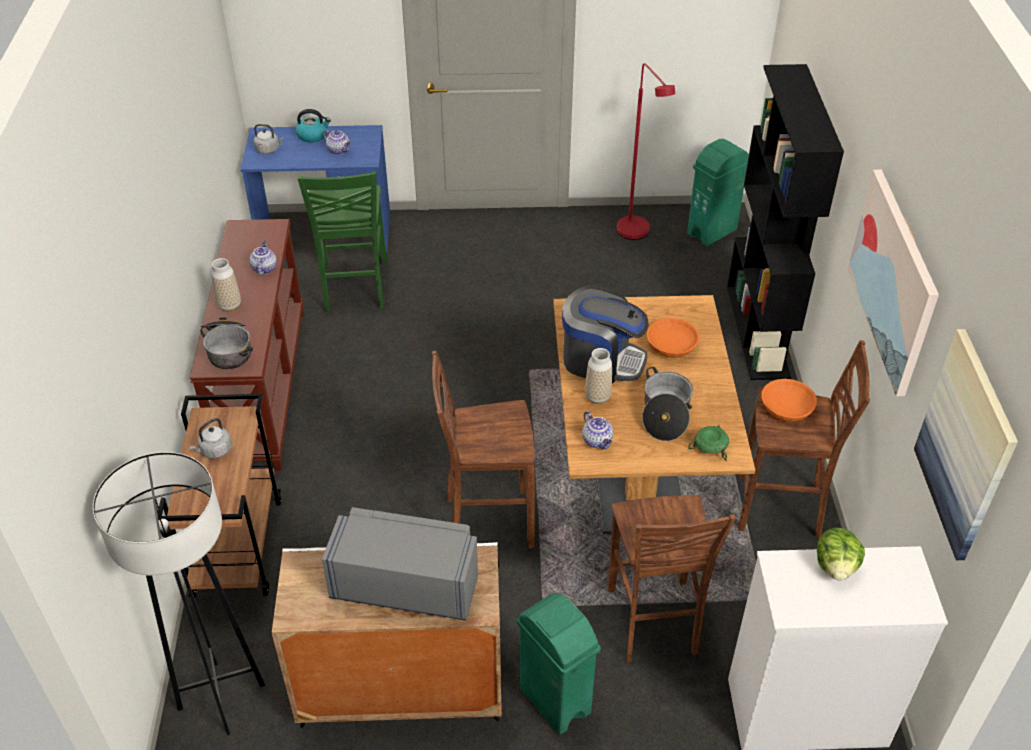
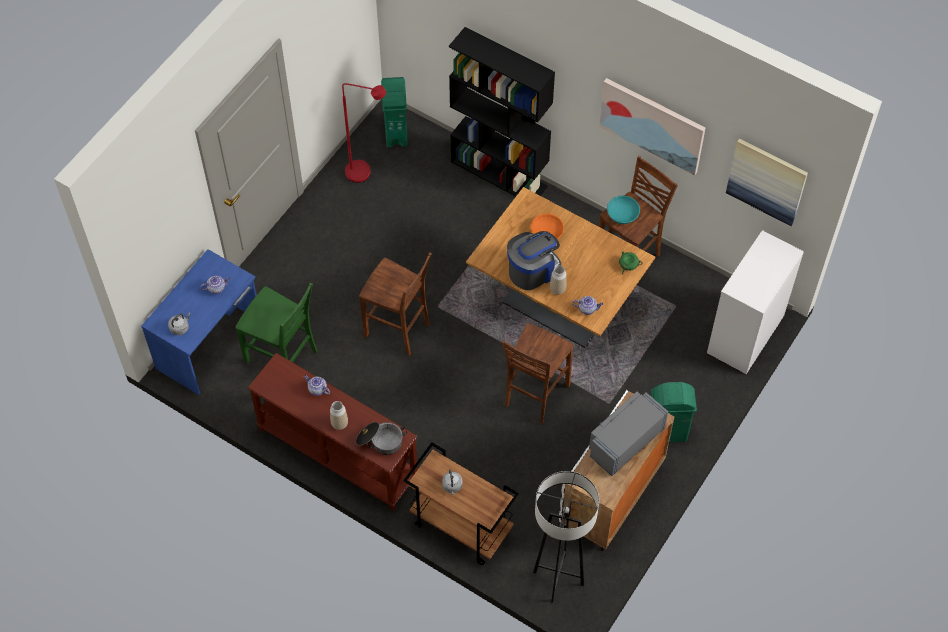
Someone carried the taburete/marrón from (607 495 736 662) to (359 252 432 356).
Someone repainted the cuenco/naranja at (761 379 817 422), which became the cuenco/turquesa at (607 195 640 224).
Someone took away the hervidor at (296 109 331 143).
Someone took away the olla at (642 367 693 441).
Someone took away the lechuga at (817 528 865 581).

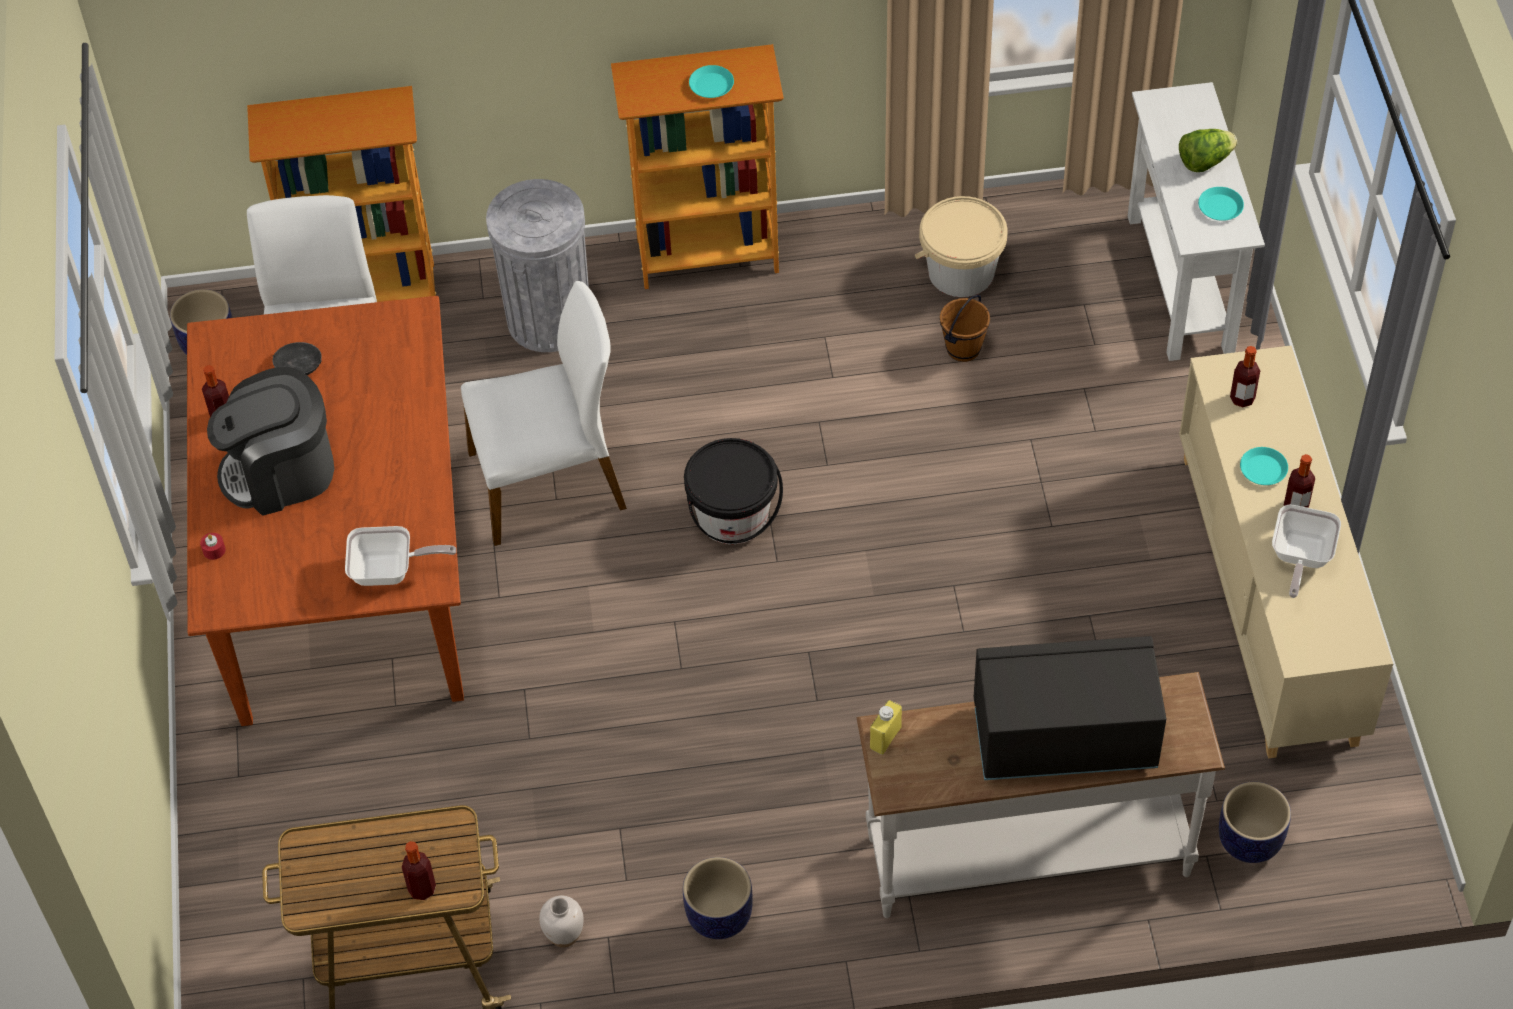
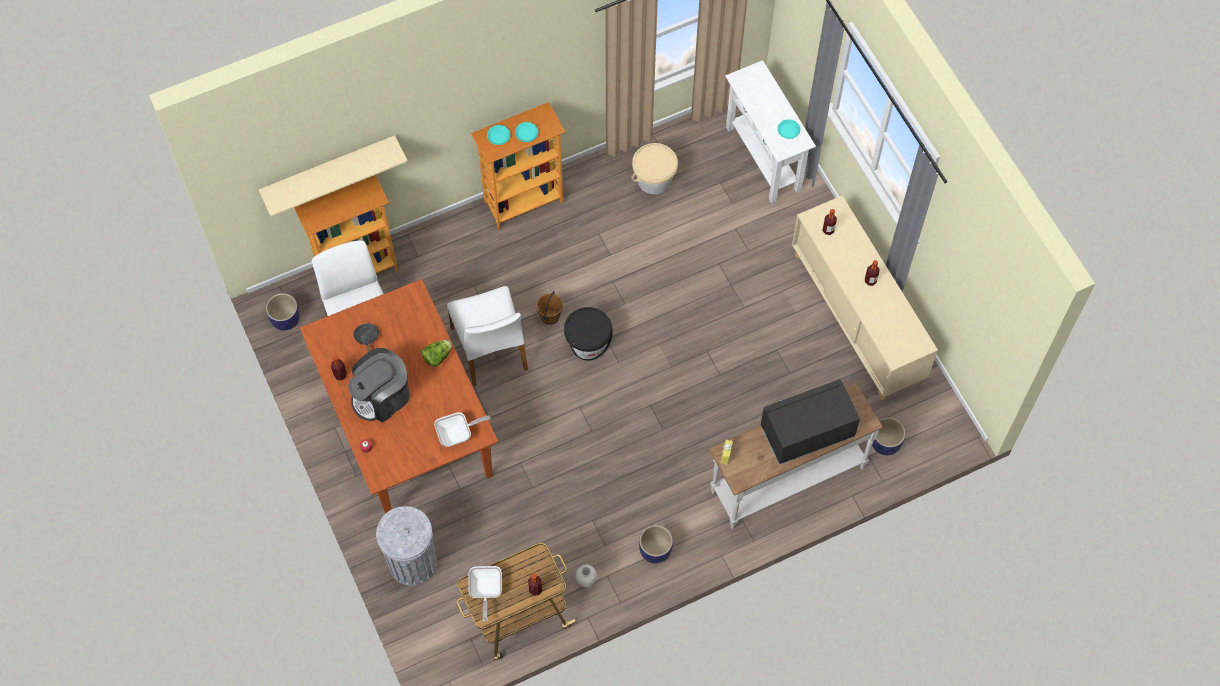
Someone put up the estante/beis at (259 135 408 217).
Someone carried the papelera/gris from (486 179 589 352) to (376 506 437 586).
Someone carried the lechuga from (1179 129 1237 172) to (421 340 452 367).
Someone rotated the silla/blanco at (461 281 627 546) by 105 degrees clockwise.
Someone carried the sartén from (1272 505 1341 598) to (469 566 502 622).
Someone carried the plato/turquesa from (1240 447 1288 485) to (487 125 510 145).
Someone carried the cubo/marrón from (940 295 990 362) to (536 291 563 325).

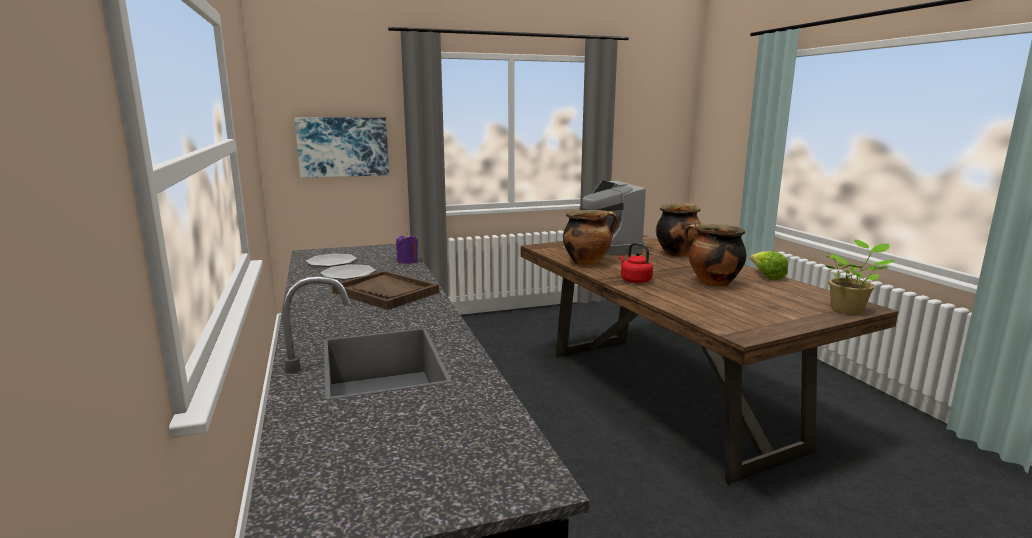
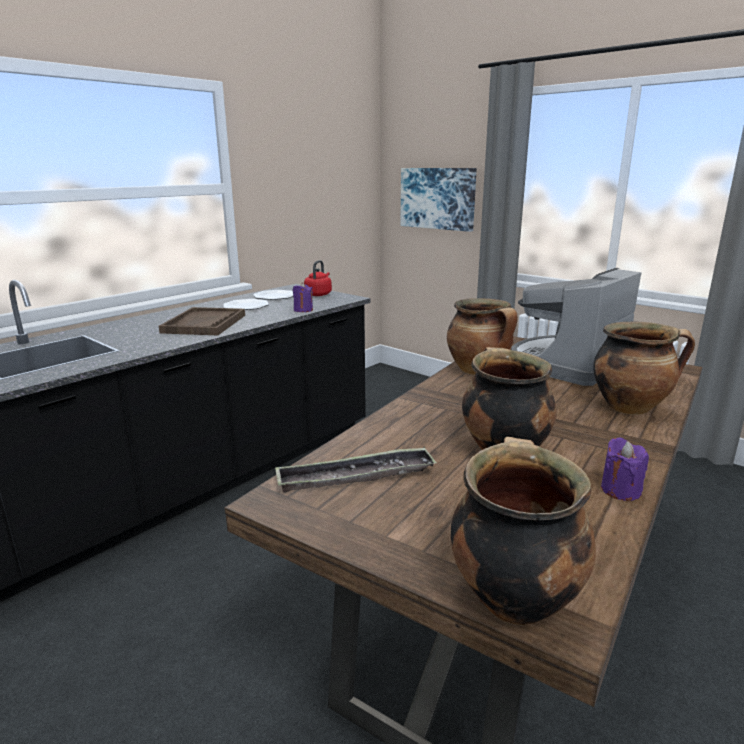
Someone put down the bandeja at (275 447 437 493).
Someone carried the hervidor/rojo from (619 243 653 283) to (304 260 332 296).
Someone swapped the planta en maceta at (824 239 895 315) for the olla at (451 437 596 625).
Someone swapped the lechuga at (750 251 788 280) for the vela/morado at (601 437 649 501).

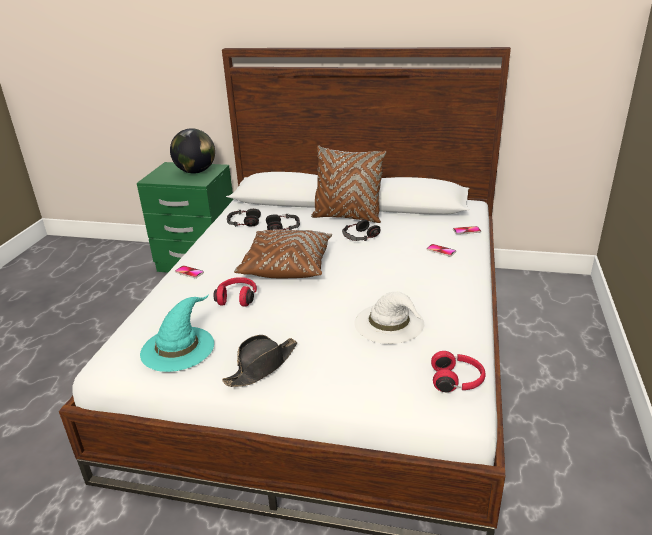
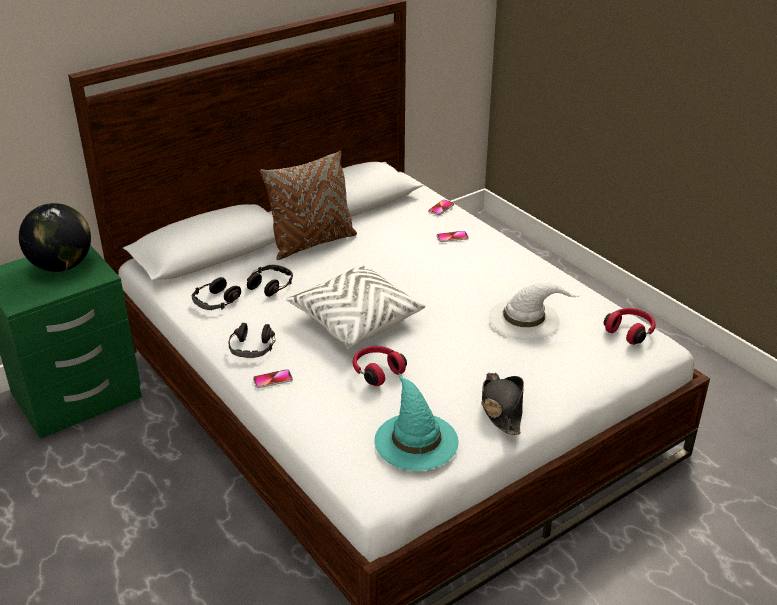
Someone carried the auriculares from (342 219 381 241) to (228 323 275 358).
Someone repainted the cojín/marrón at (234 229 332 278), which became the cojín/blanco at (286 265 425 348).

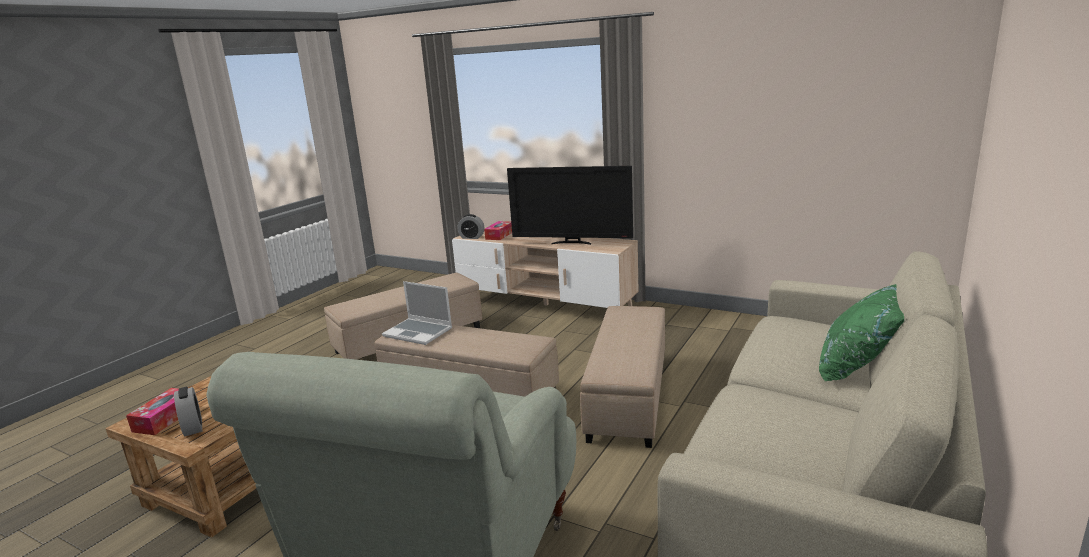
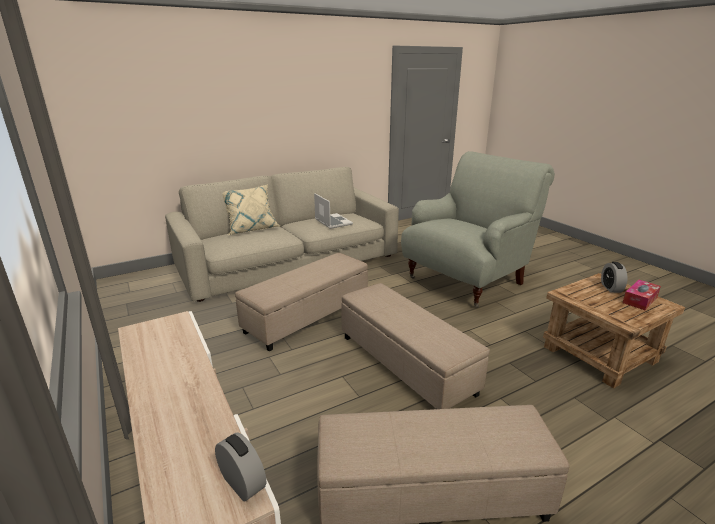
Someone repainted the cojín/verde at (819 284 905 382), which became the cojín/beis at (223 184 280 235).
Someone carried the portátil from (382 281 452 345) to (314 193 353 229).
Someone took away the caja de pañuelos at (484 221 512 240).
Someone took away the televisor at (507 166 633 245).

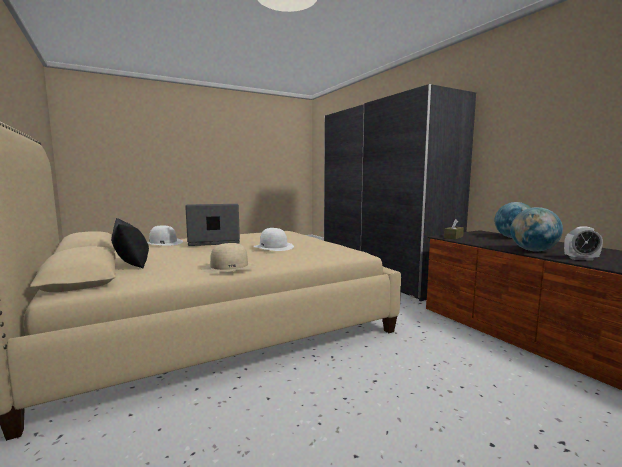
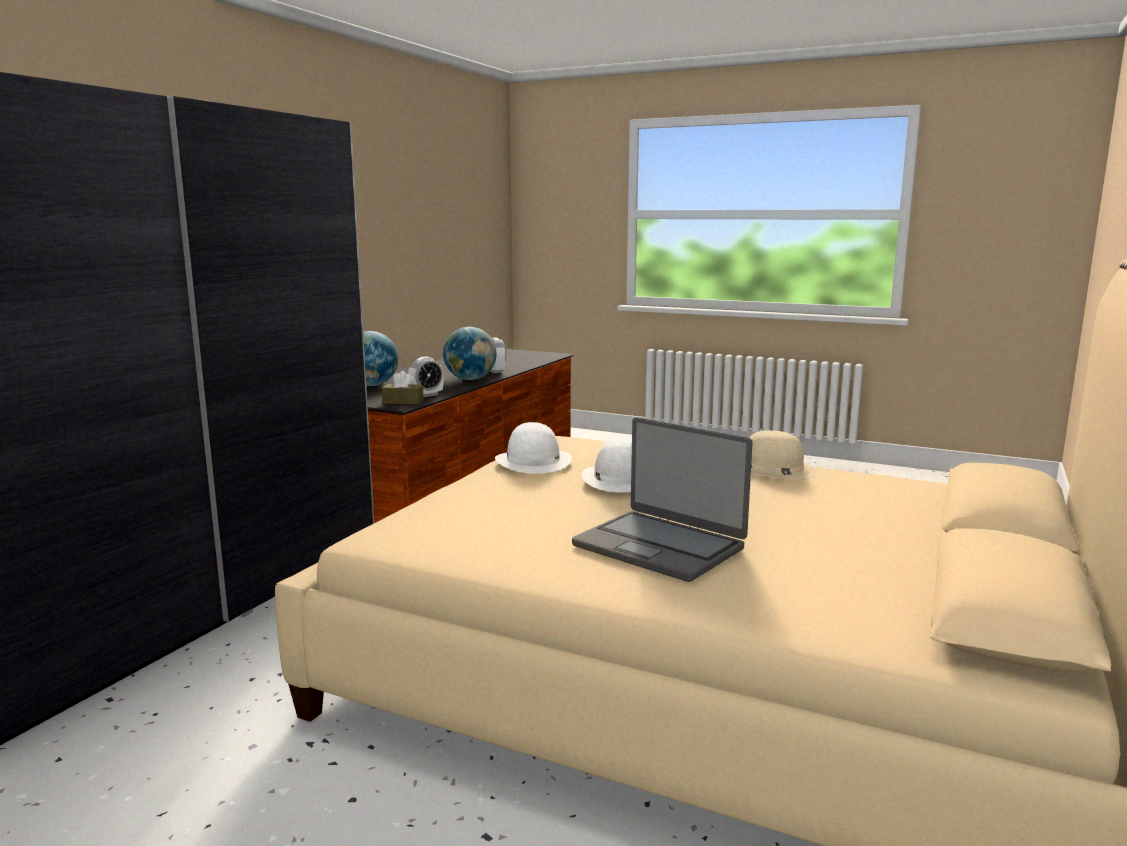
Someone put down the despertador at (408 357 444 397).
Someone carried the sombrero/blanco from (147 226 183 246) to (495 422 572 474).
Someone took away the cojín/negro at (111 218 149 268).

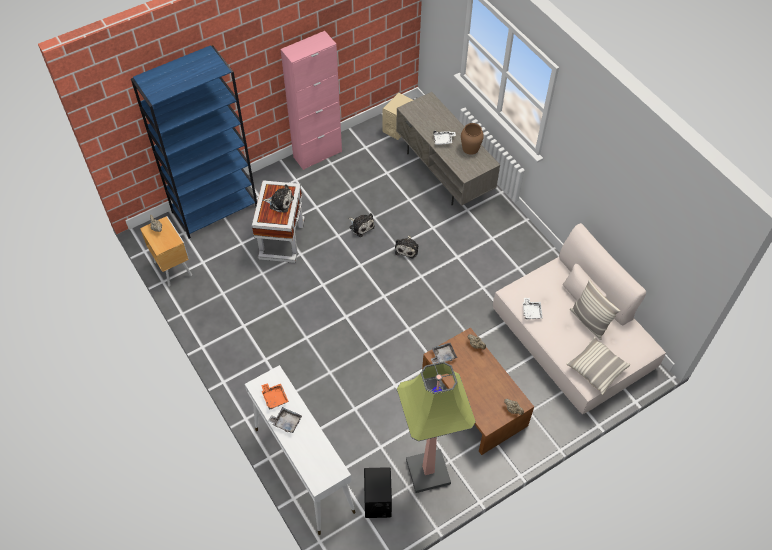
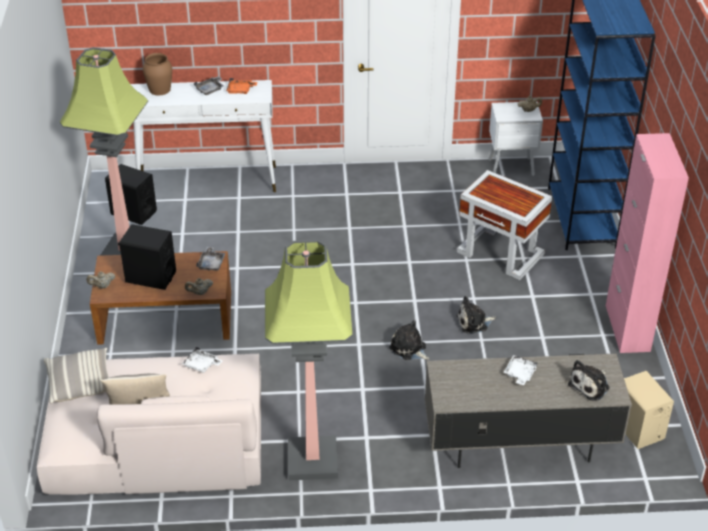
Someone put down the altavoz/negro at (118 224 176 290).
Someone carried the florero/marrón from (461 123 484 155) to (143 53 172 95).
Someone put down the lámpara de pie at (265 240 353 480).
Someone repainted the mesita de noche/marrón at (140 216 192 287), which became the mesita de noche/blanco at (488 102 543 176).
Someone carried the peluche from (263 184 294 213) to (568 360 610 401).

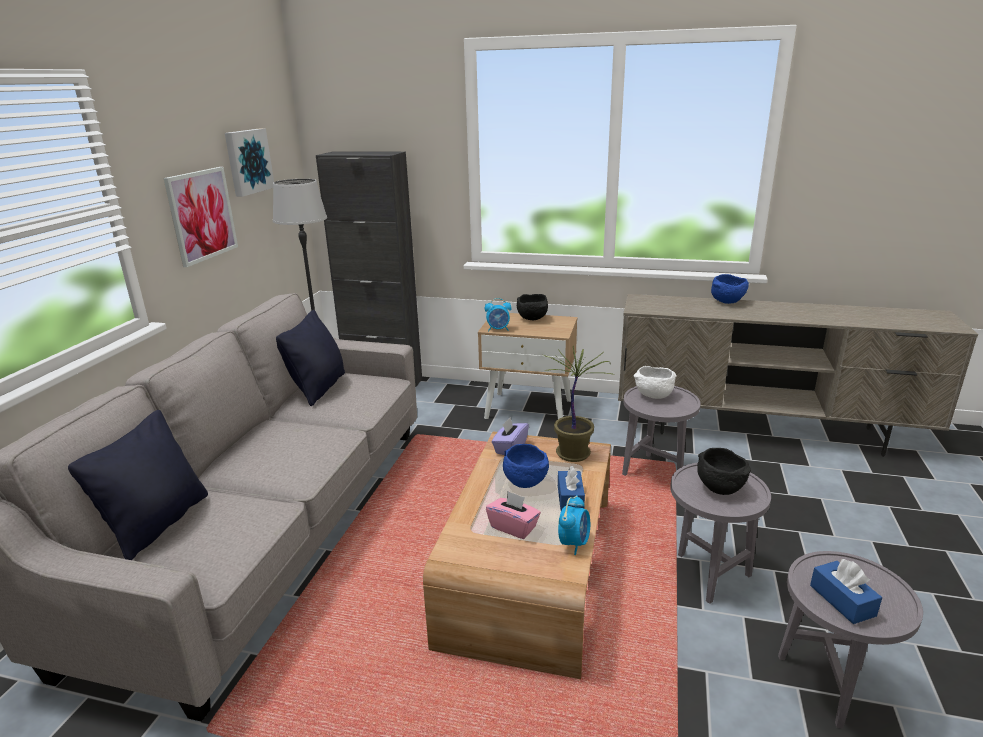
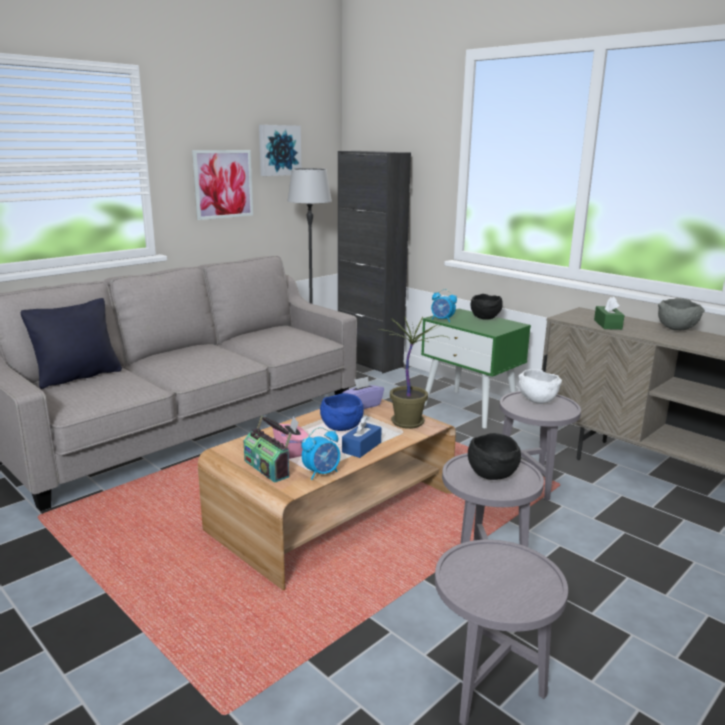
Someone put down the radio at (244 415 292 483).
Someone repainted the mesita de noche/beis at (478 313 577 419), which became the mesita de noche/verde at (421 309 531 428).
Someone put down the caja de pañuelos/verde at (594 296 624 330).
Someone repainted the cuenco/azul at (711 274 749 304), which became the cuenco/gris at (658 298 705 330).
Someone took away the cojín/negro at (276 310 345 406).
Someone took away the caja de pañuelos/azul at (810 558 882 624).

